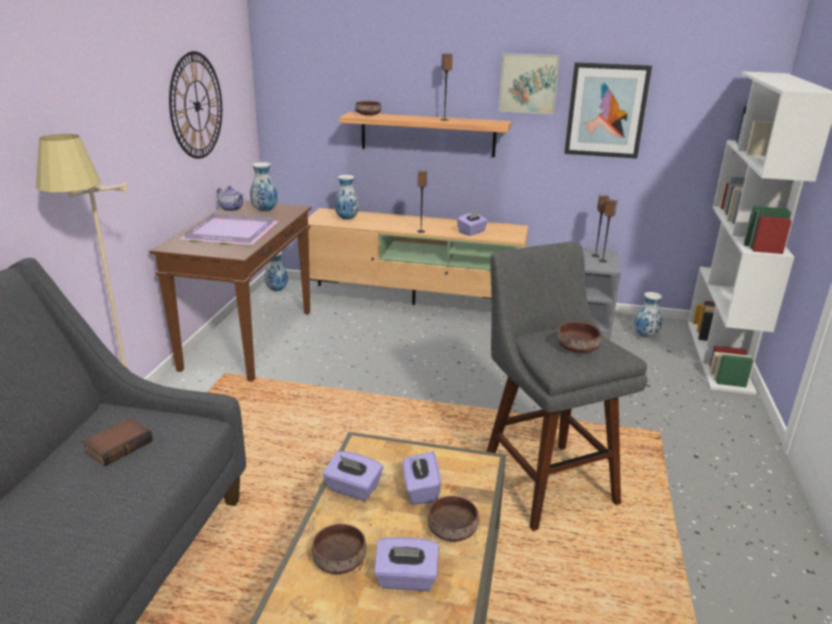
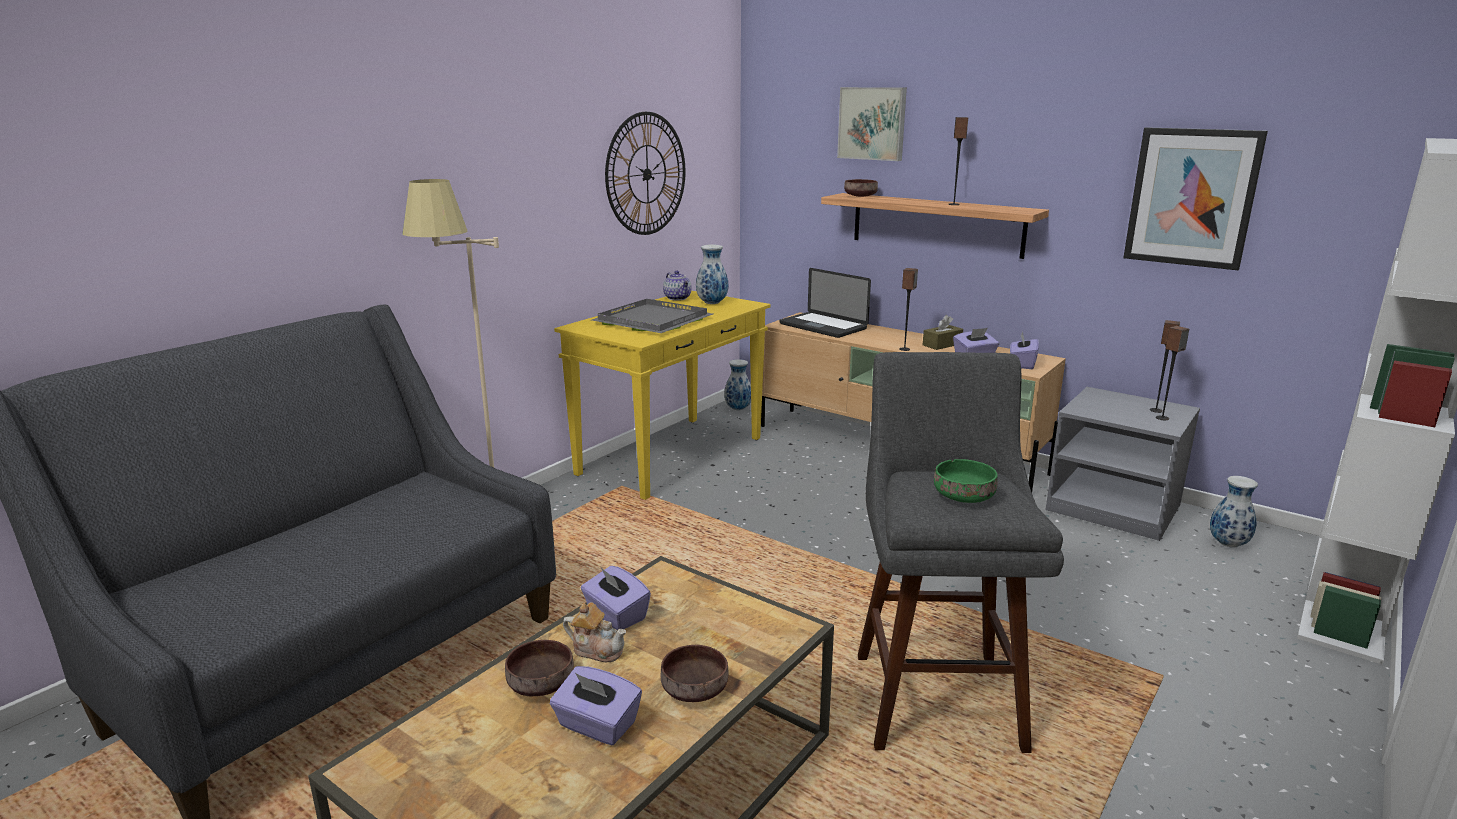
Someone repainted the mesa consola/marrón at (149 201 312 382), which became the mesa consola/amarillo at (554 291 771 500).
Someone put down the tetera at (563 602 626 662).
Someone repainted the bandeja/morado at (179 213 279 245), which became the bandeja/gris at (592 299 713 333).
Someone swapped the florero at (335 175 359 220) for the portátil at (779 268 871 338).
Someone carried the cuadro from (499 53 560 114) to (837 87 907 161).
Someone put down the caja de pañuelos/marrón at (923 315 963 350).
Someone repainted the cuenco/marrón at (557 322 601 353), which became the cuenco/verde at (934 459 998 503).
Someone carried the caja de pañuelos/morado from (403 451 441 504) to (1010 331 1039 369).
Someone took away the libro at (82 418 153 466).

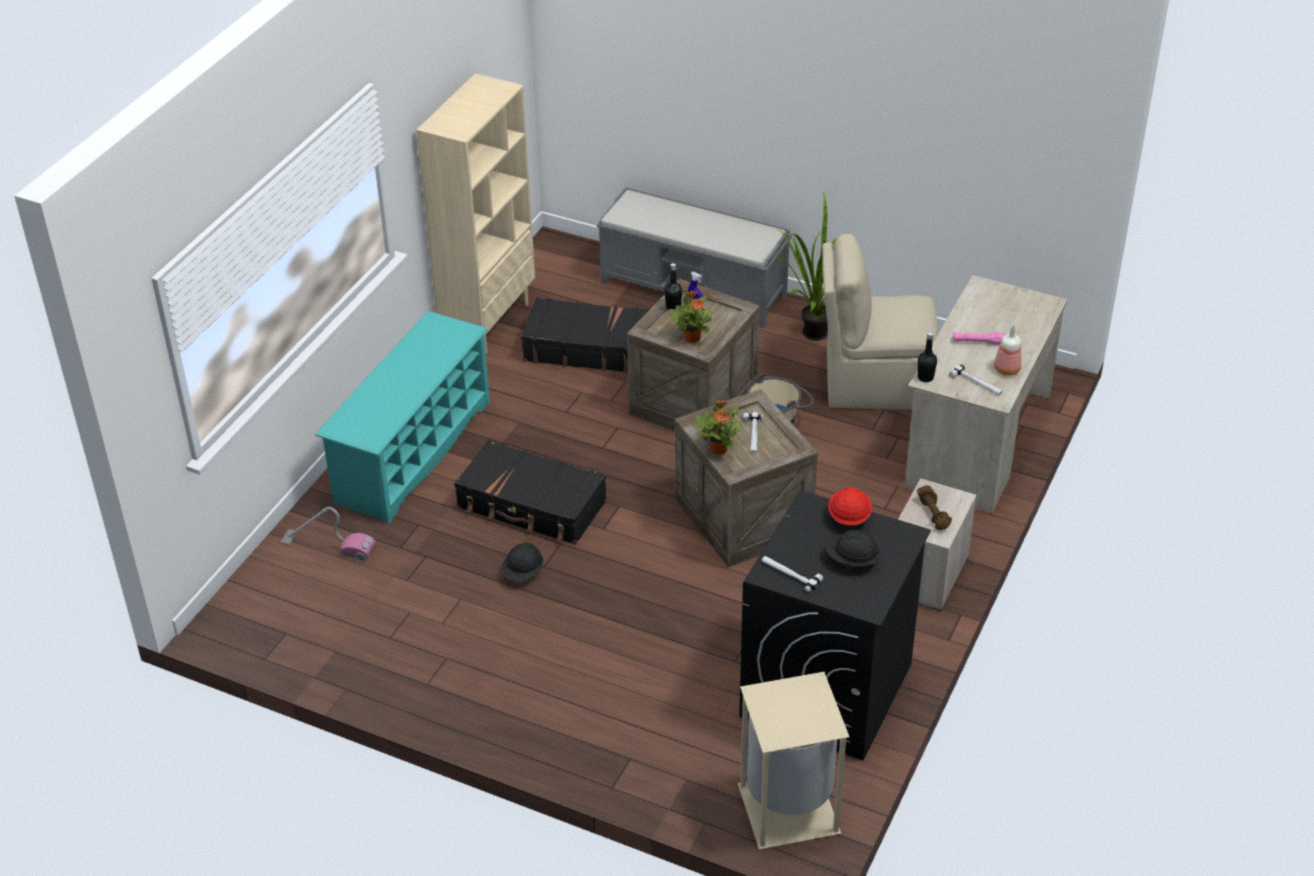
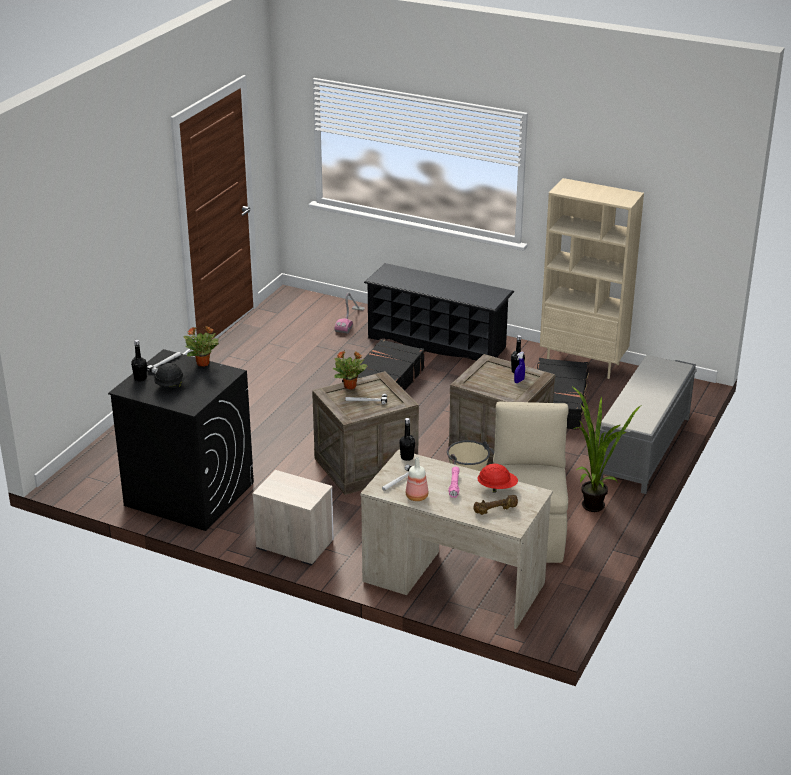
Someone put down the botella/negro at (131 340 147 382).
Someone carried the planta en maceta from (669 291 712 343) to (184 326 219 366).
Someone repainted the zapatero/turquesa at (315 311 490 524), which became the zapatero/negro at (364 263 514 361).
Someone carried the mancuerna/marrón from (917 485 952 530) to (473 495 518 515).
Someone carried the casco/rojo from (828 487 872 526) to (477 464 518 493).
Someone took away the casco/negro at (502 543 543 581).
Someone took away the papelera/beis at (738 672 849 850).

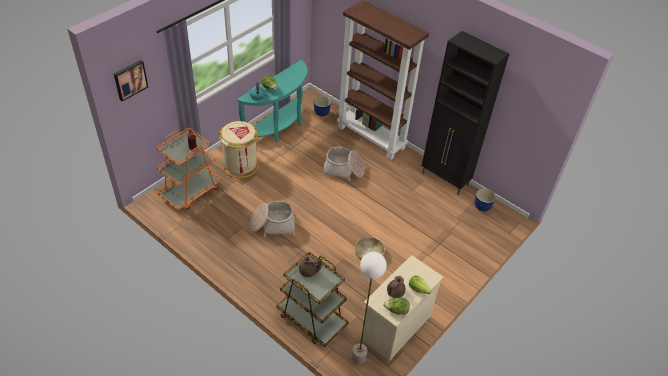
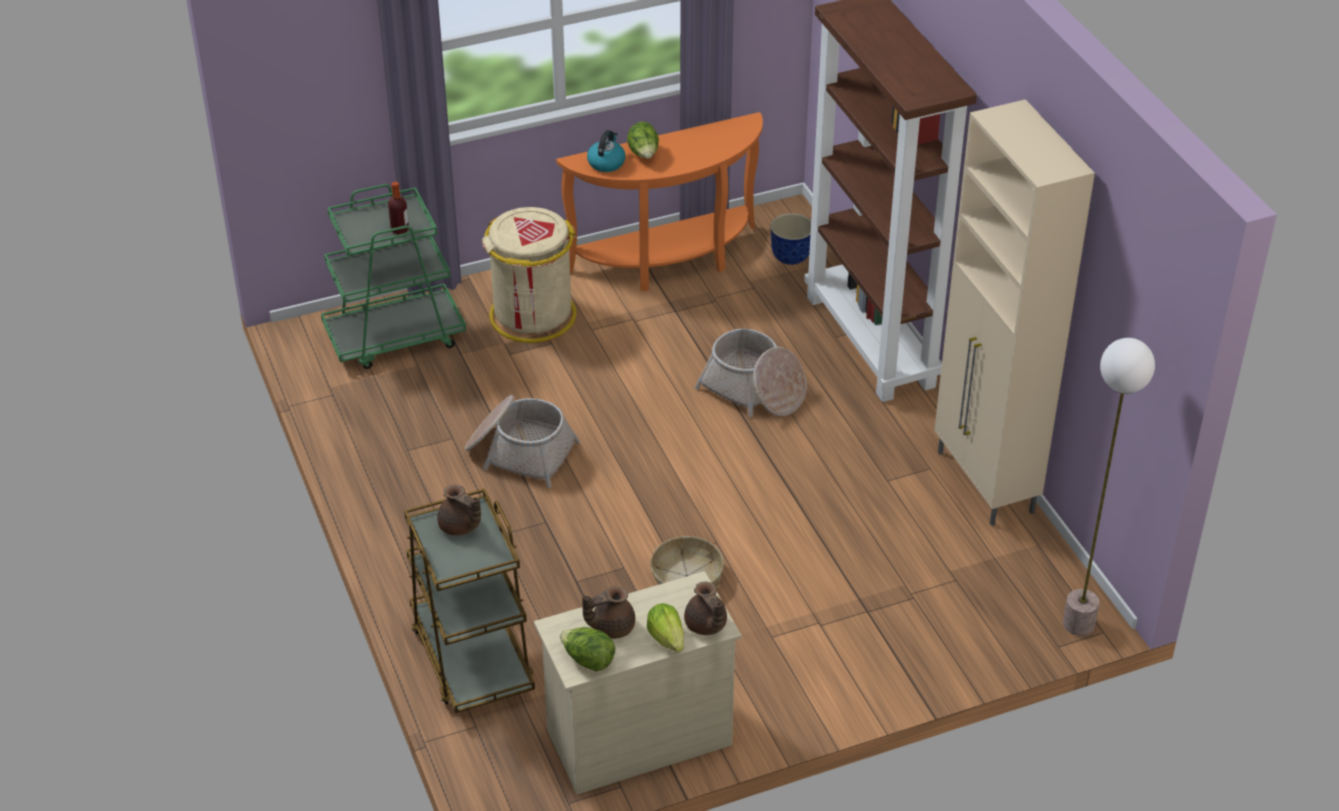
Someone repainted the carrito/naranja at (157 128 221 210), which became the carrito/verde at (321 184 466 369).
Someone repainted the mesa consola/turquesa at (236 60 307 143), which became the mesa consola/naranja at (556 112 763 291).
Someone put down the tetera/marrón at (684 582 727 635).
Someone repainted the armario/negro at (422 31 509 195), which became the armario/beis at (934 99 1095 526).
Someone carried the lámpara de pie from (352 252 387 364) to (1063 338 1155 636).
Someone took away the cuadro at (114 60 148 101).
Someone took away the maceta at (475 188 496 211).

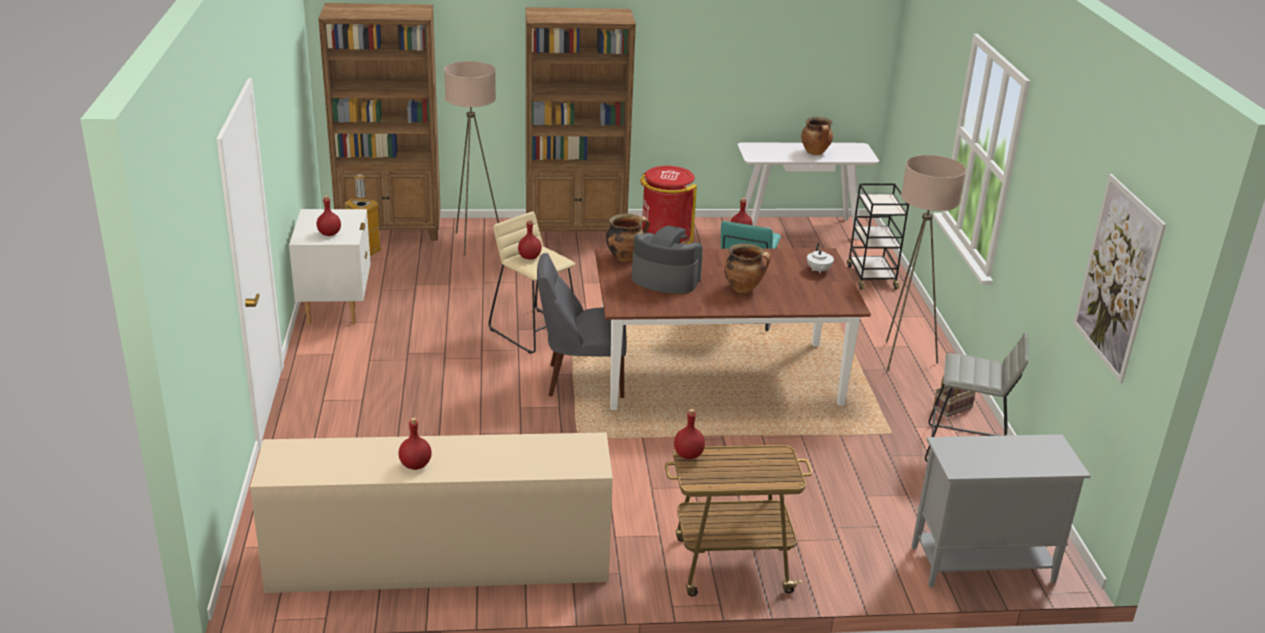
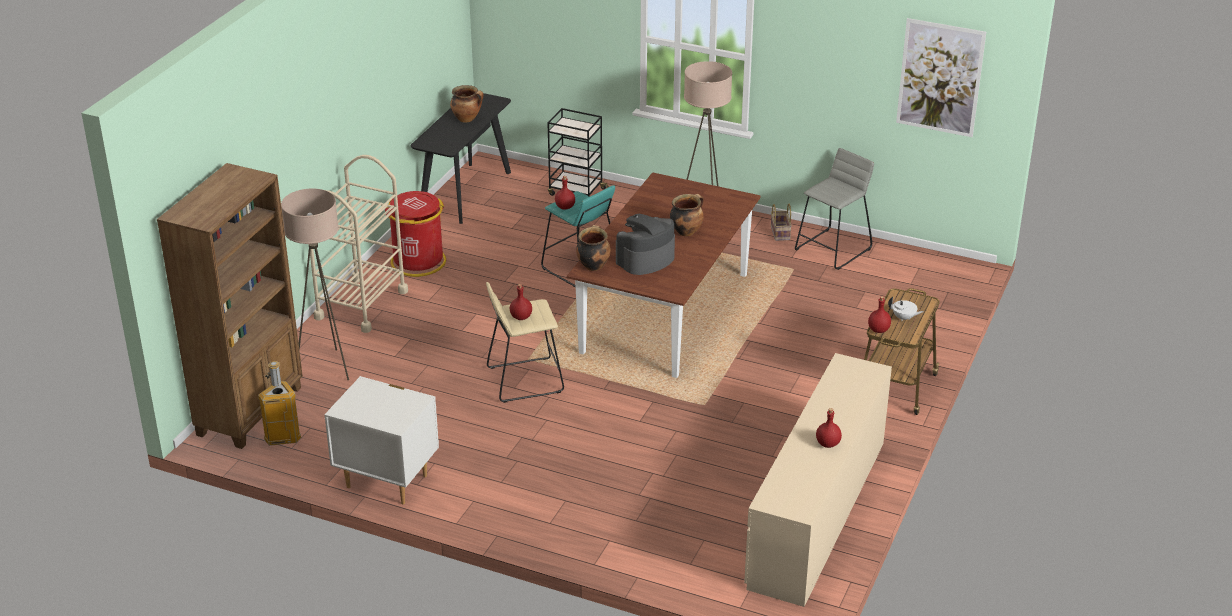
Someone swapped the estantería/marrón at (526 7 636 232) for the carrito/beis at (310 155 408 333).
Someone repainted the mesa consola/blanco at (737 143 879 240), which became the mesa consola/negro at (411 93 511 224).
Someone carried the tetera/blanco from (807 243 834 274) to (888 297 924 321).
Someone took away the botella/rojo at (317 196 341 236).
Someone took away the silla/gris at (537 253 627 398).
Someone took away the armario/gris at (911 434 1091 587).

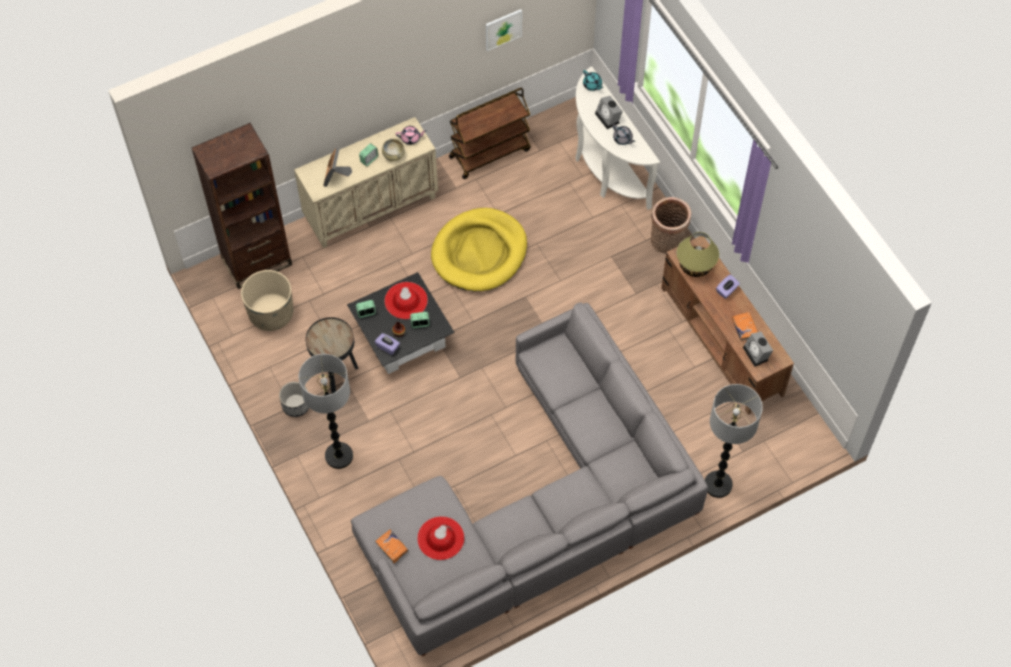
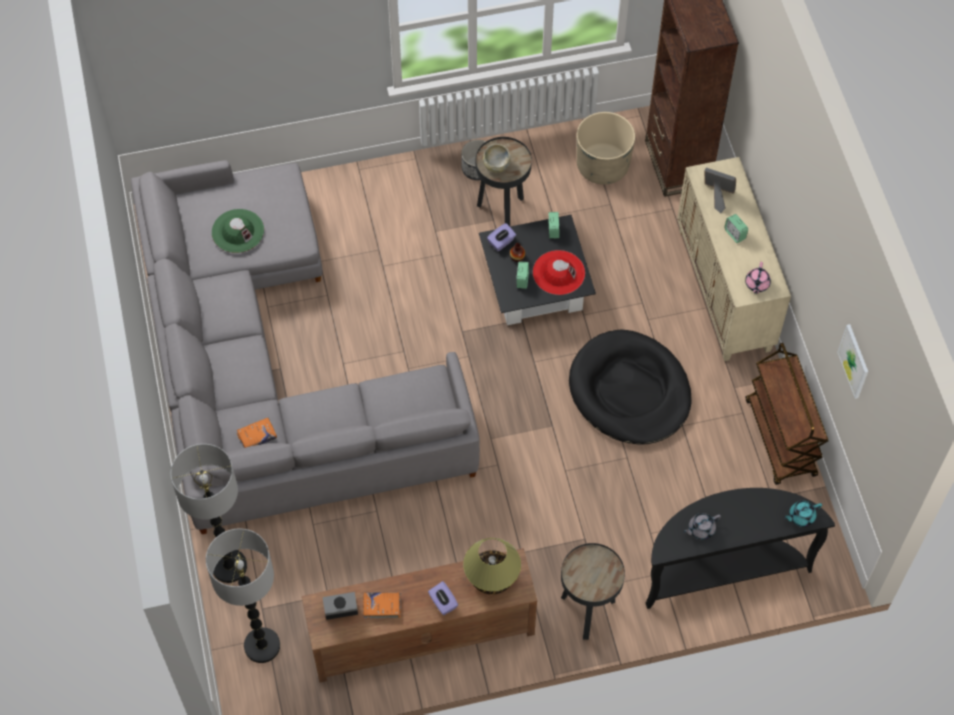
Someone carried the lámpara de pie from (299 354 353 469) to (206 528 280 663).
Someone repainted the sombrero/rojo at (417 516 464 560), which became the sombrero/verde at (212 209 264 253).
Someone carried the libro/naranja from (375 530 409 563) to (237 418 277 448).
Someone carried the cuenco/beis from (382 139 405 162) to (483 144 510 173).
Someone swapped the cesta at (651 197 692 254) for the mesa auxiliar/negro at (561 543 625 640).
Someone repainted the cama para perro/amarillo at (431 208 527 292), which became the cama para perro/negro at (569 329 692 445).
Someone repainted the mesa consola/blanco at (575 66 660 210), which became the mesa consola/negro at (646 488 835 609).
Someone took away the despertador at (595 96 623 129).

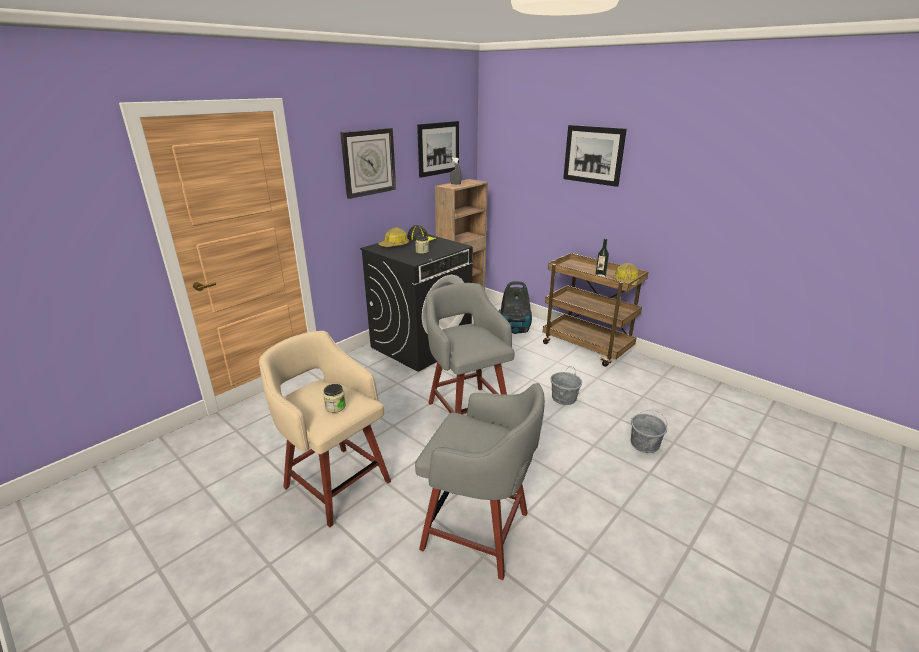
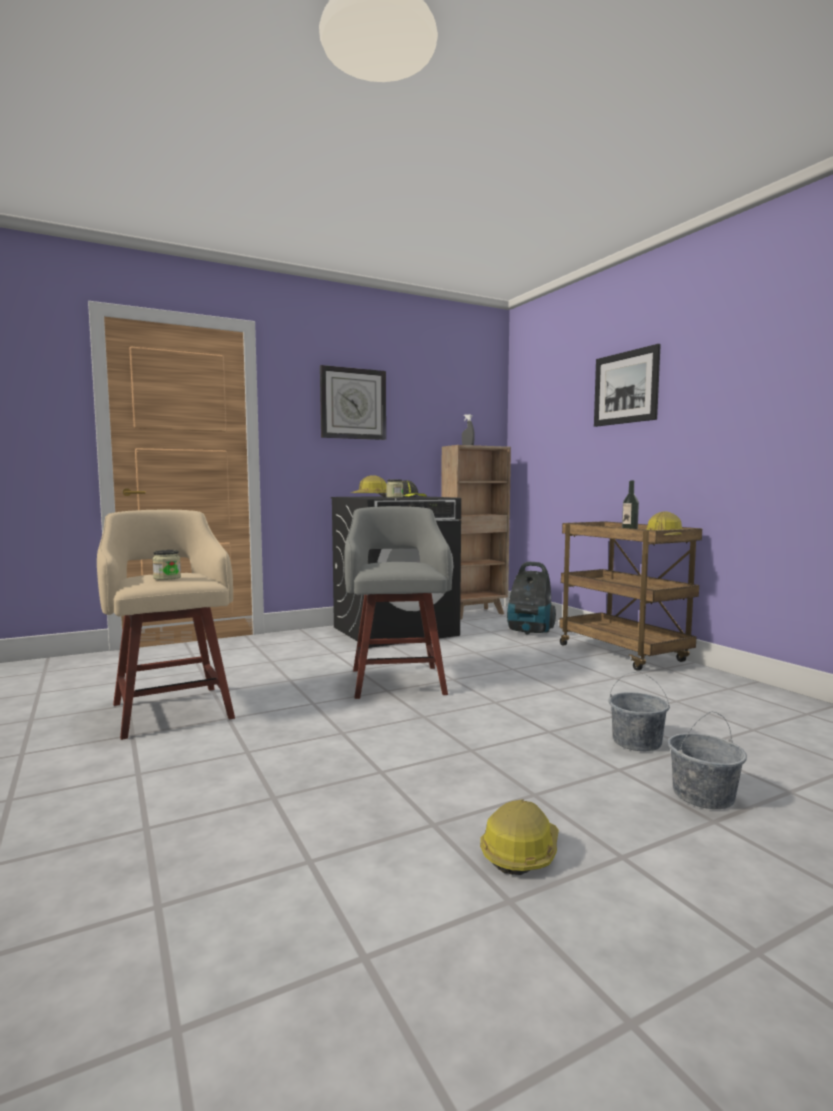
Someone put down the casco at (480 799 559 875).
Someone carried the cubo/gris from (550 366 582 405) to (668 712 747 809).
Someone took away the taburete/gris at (415 383 545 580).
Someone took away the cuadro at (417 121 459 178).

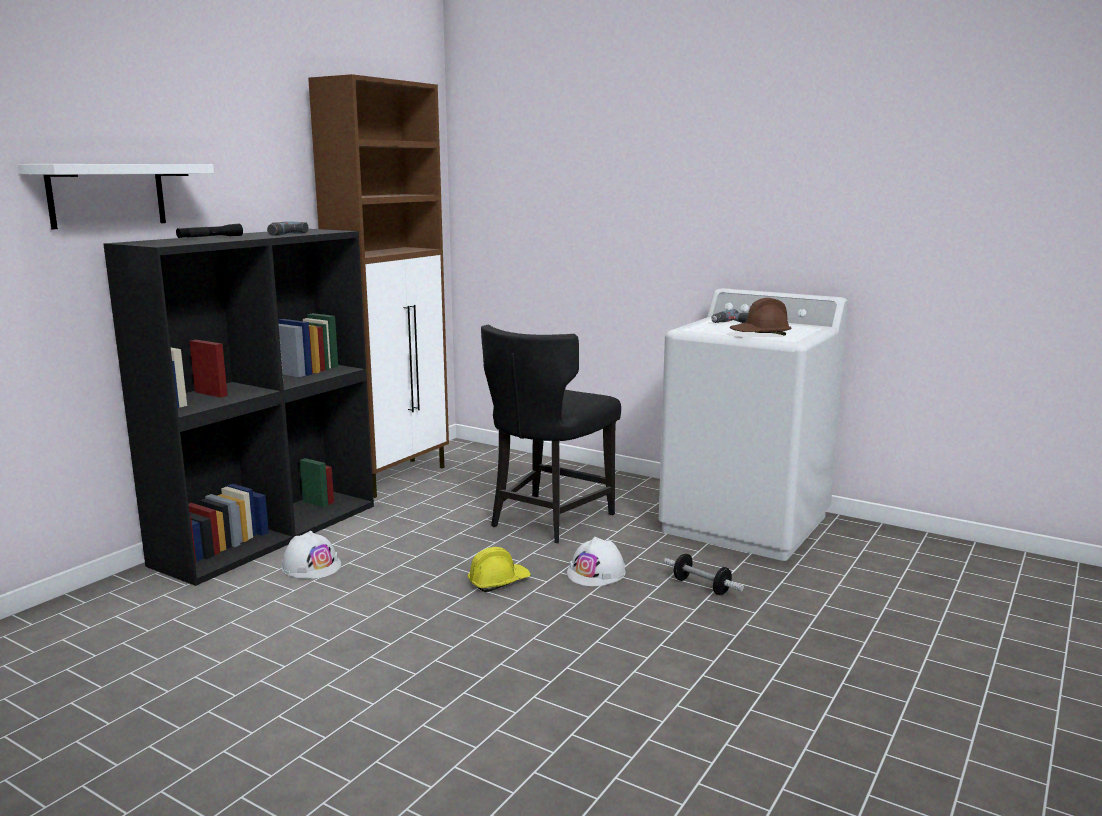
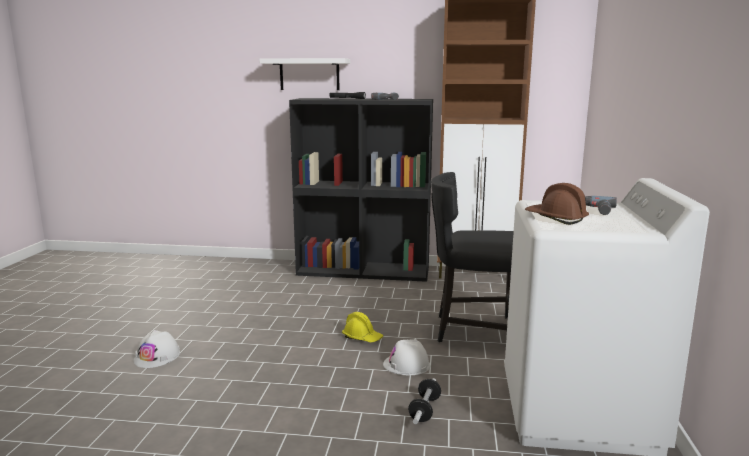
Someone carried the casco/blanco from (281 531 341 579) to (133 330 180 368).

